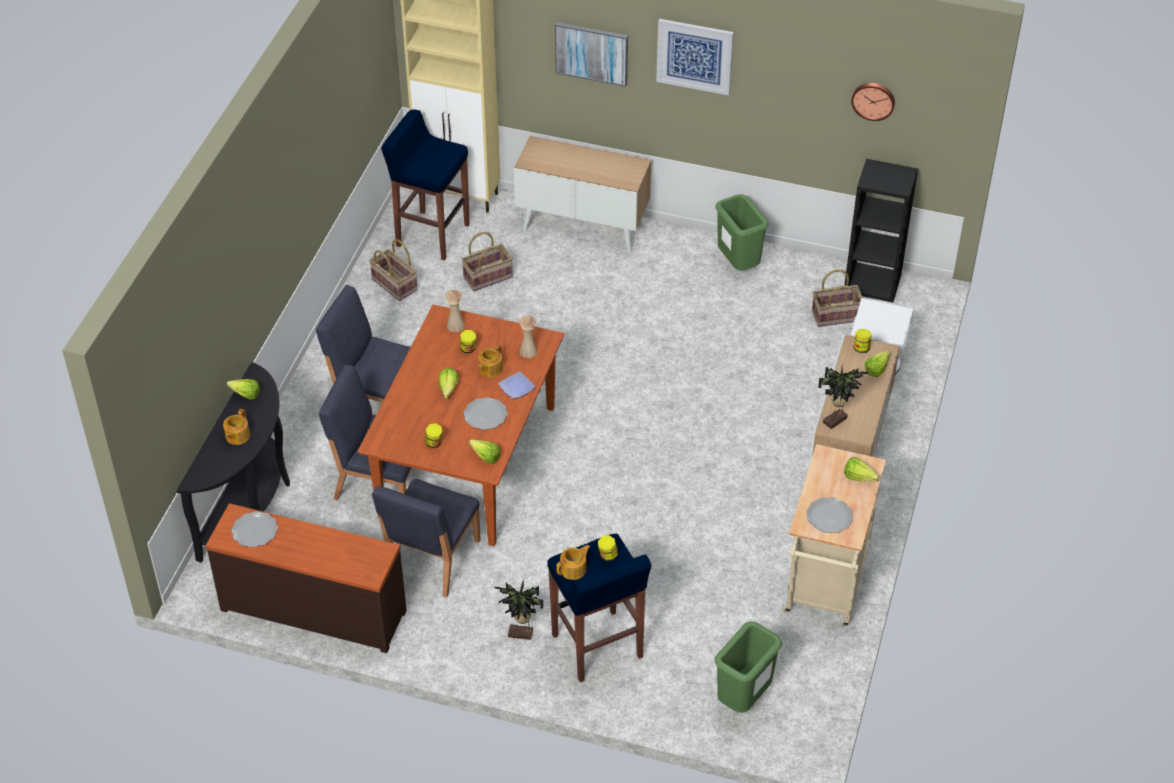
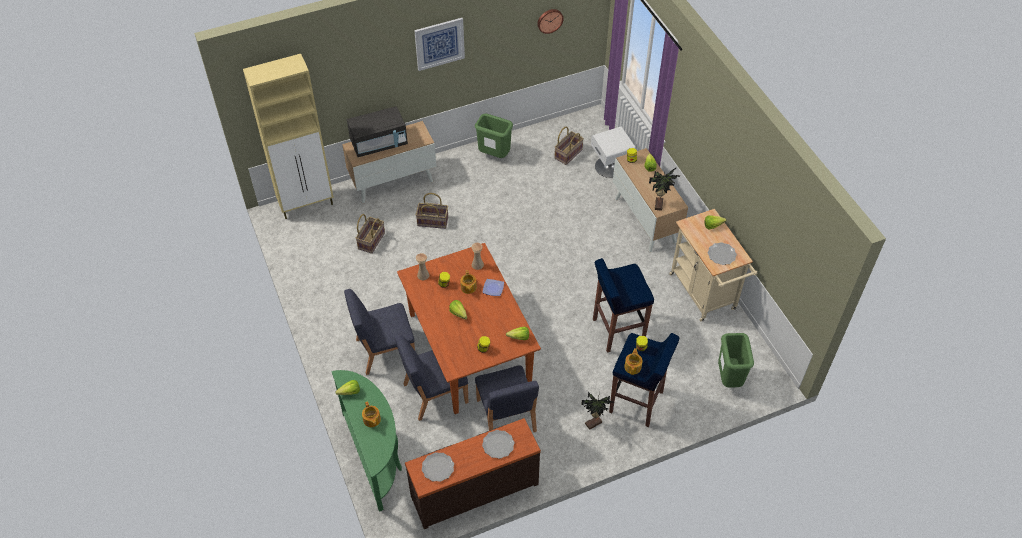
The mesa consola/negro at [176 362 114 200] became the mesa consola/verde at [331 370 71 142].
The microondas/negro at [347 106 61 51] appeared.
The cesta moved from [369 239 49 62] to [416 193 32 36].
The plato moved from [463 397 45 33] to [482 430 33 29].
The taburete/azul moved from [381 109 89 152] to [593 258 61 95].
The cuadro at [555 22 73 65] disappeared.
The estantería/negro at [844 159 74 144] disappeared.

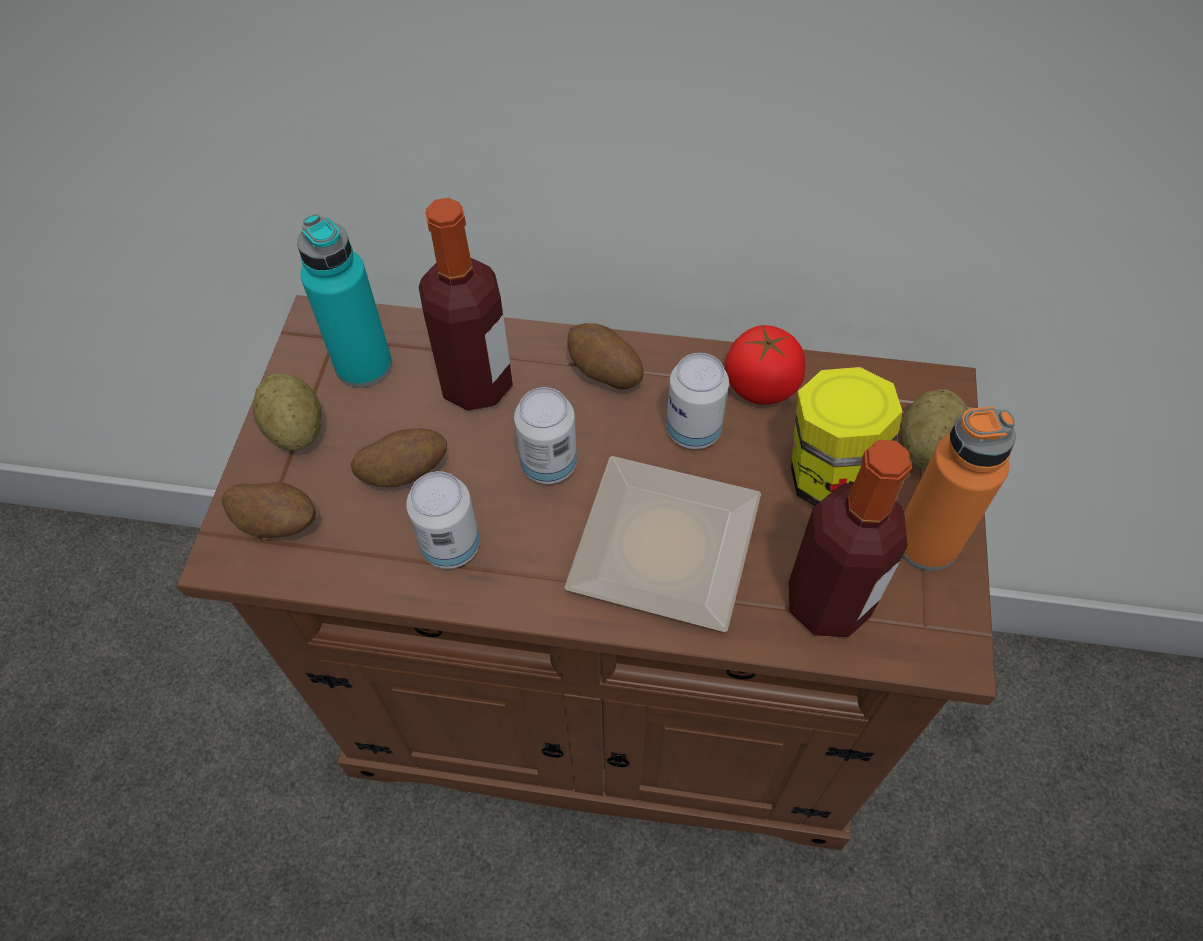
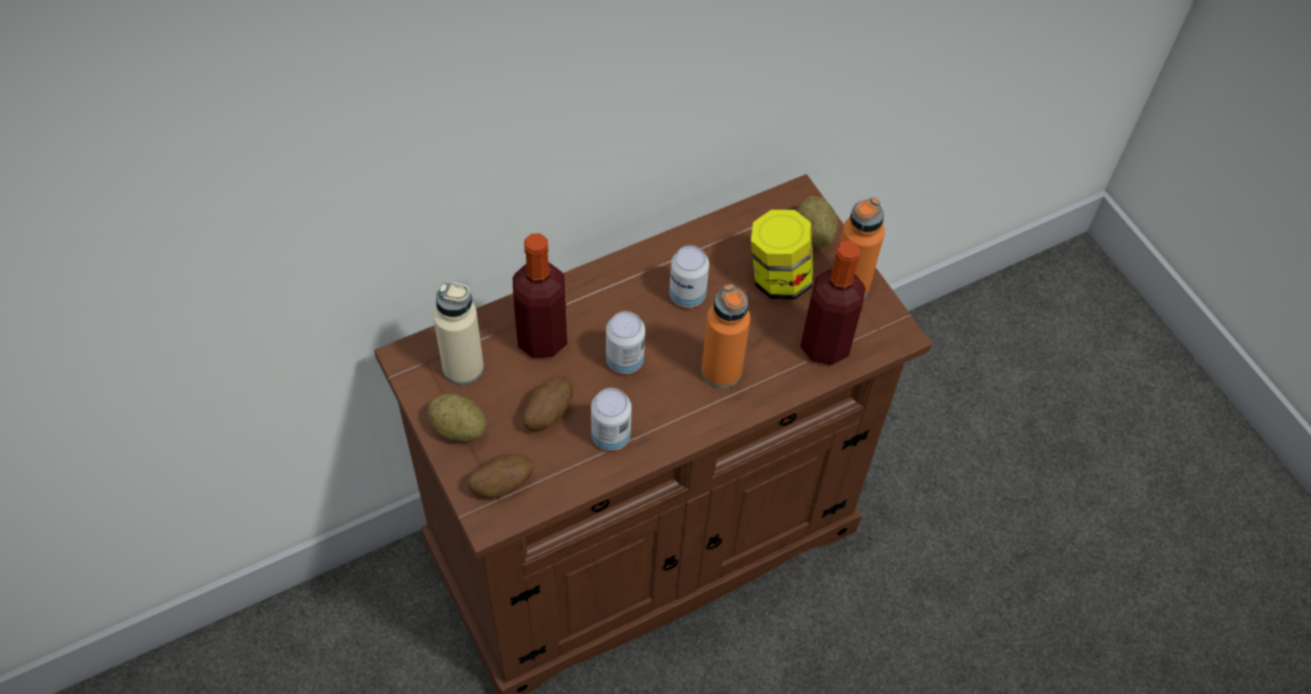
The botella/turquesa at [297 214 95 174] became the botella/beis at [433 282 51 103].
The plato at [564 456 197 176] was replaced by the botella/naranja at [701 284 49 104].
The patata at [567 323 77 67] disappeared.
The tomate at [725 325 81 80] disappeared.

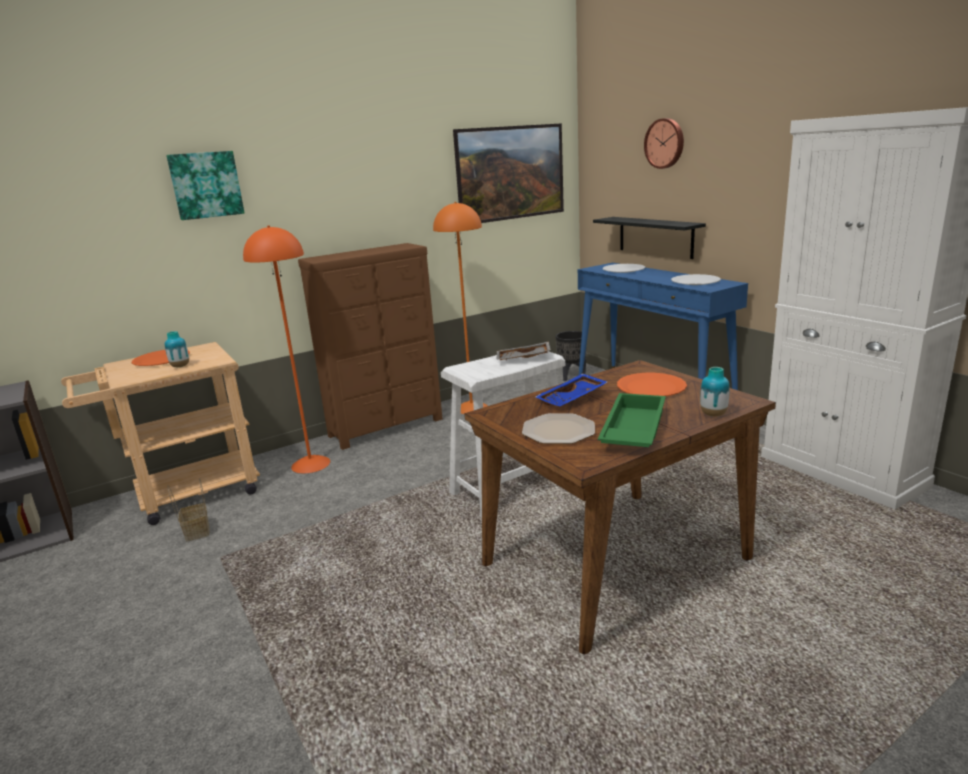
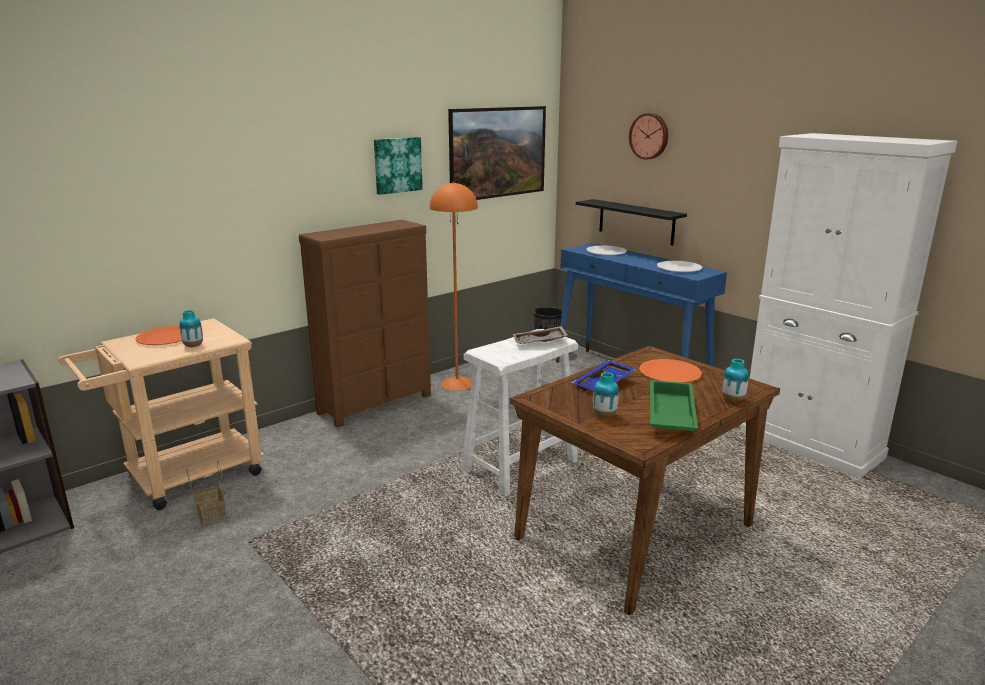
The cuadro moved from [166 151 79 69] to [374 137 49 58].
The plato at [522 414 73 30] was replaced by the florero at [593 372 26 46].
The lámpara de pie/naranja at [243 225 87 248] disappeared.

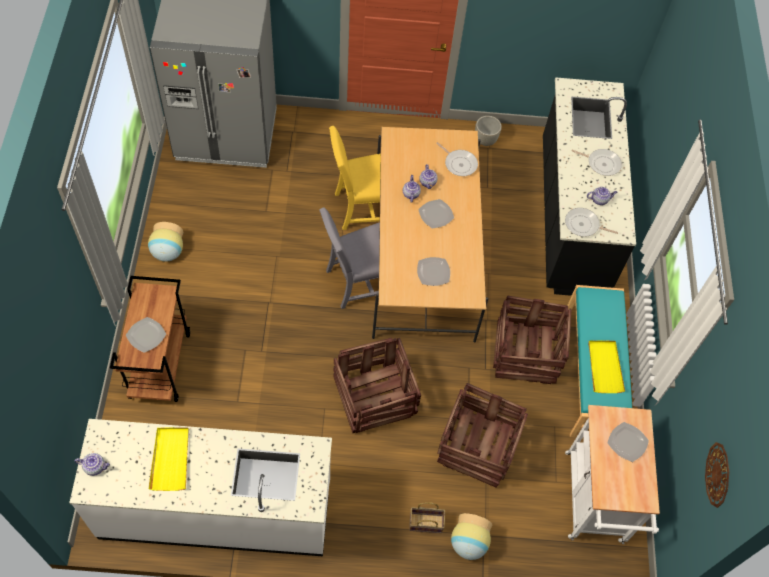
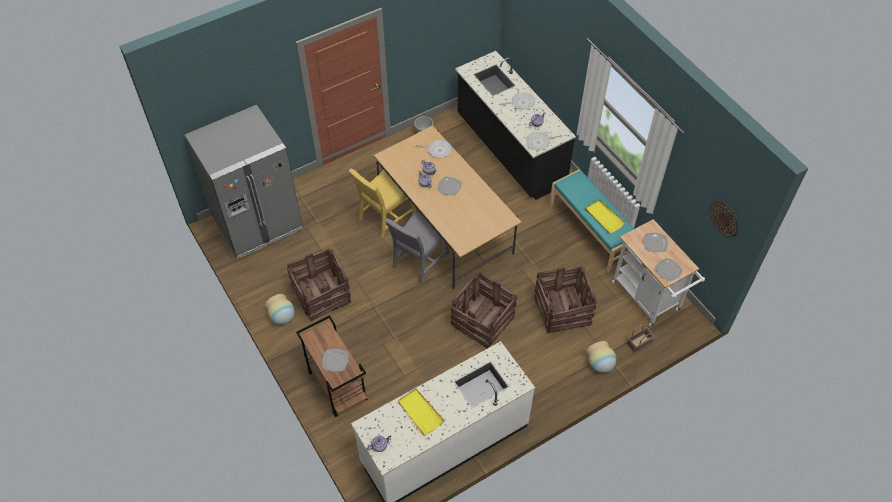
The caja de embalaje moved from [493 296 78 88] to [287 249 64 72].
The cesta moved from [409 502 36 31] to [627 324 27 29].
The plato moved from [417 257 33 29] to [654 258 29 23].

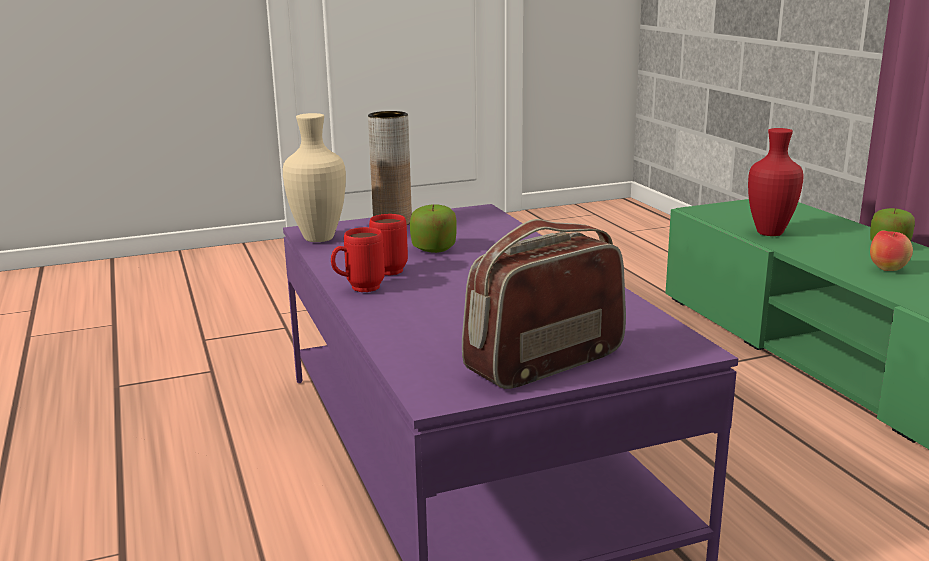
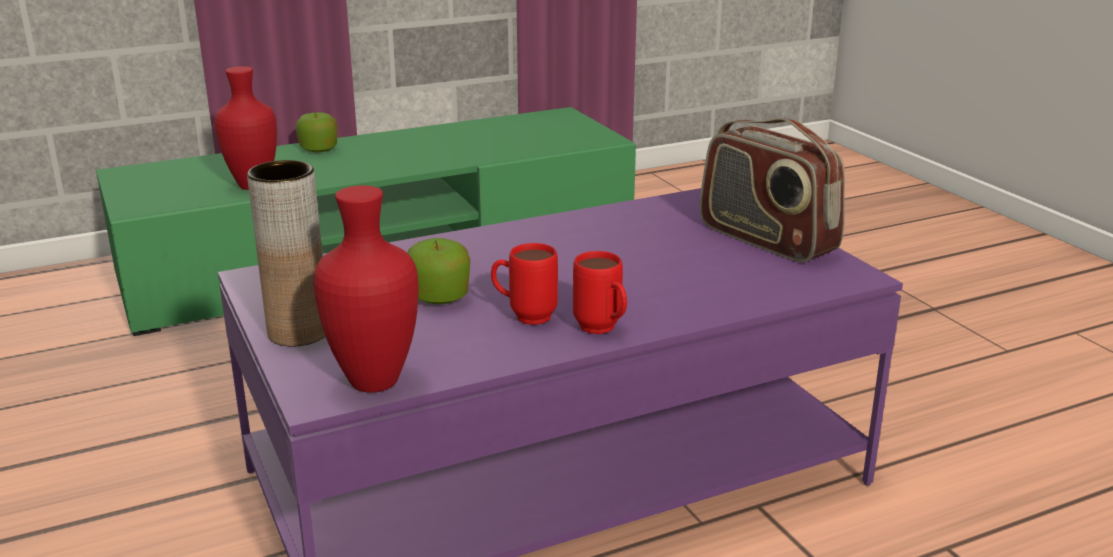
The florero/beis at [283 113 63 129] became the florero/rojo at [313 185 105 208].
The manzana at [870 231 43 40] disappeared.

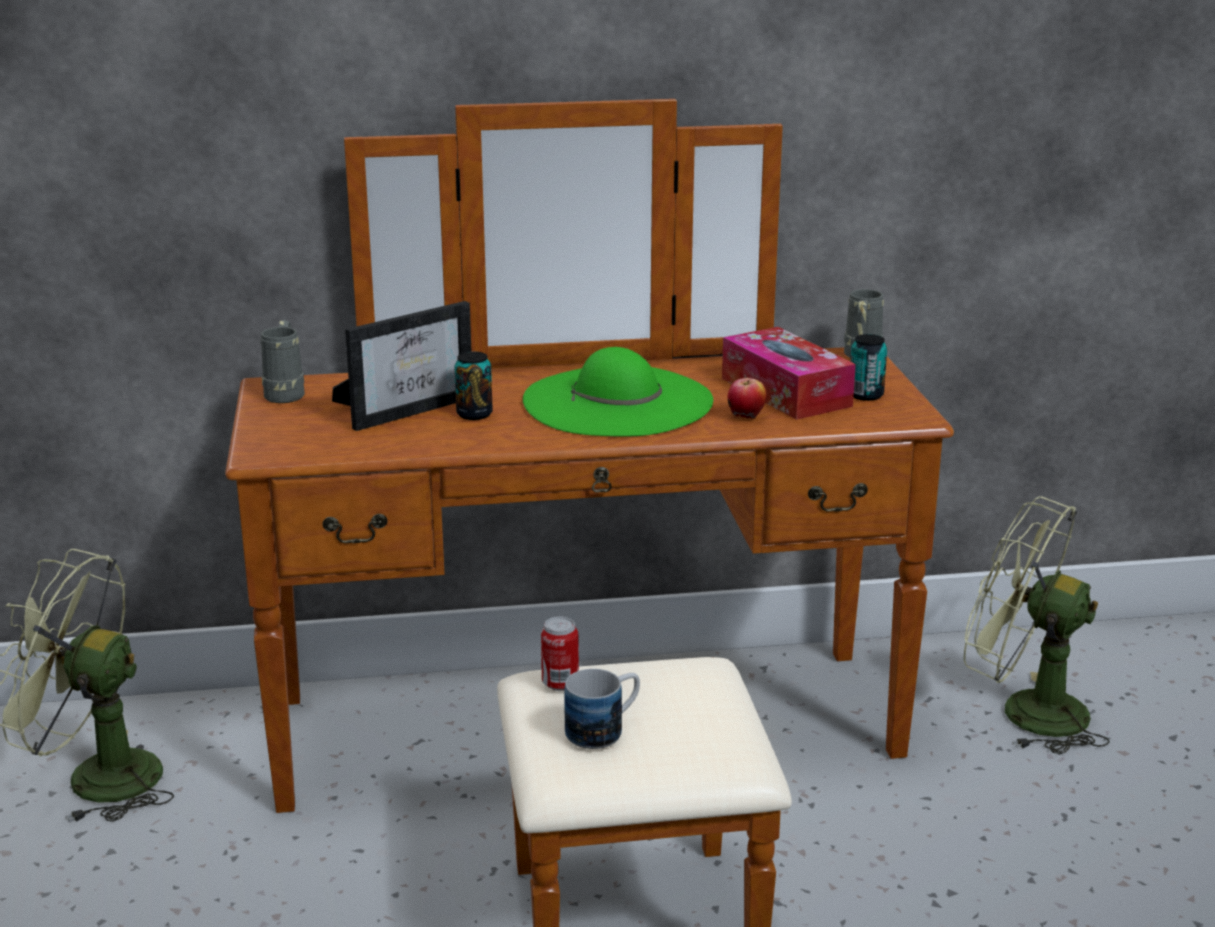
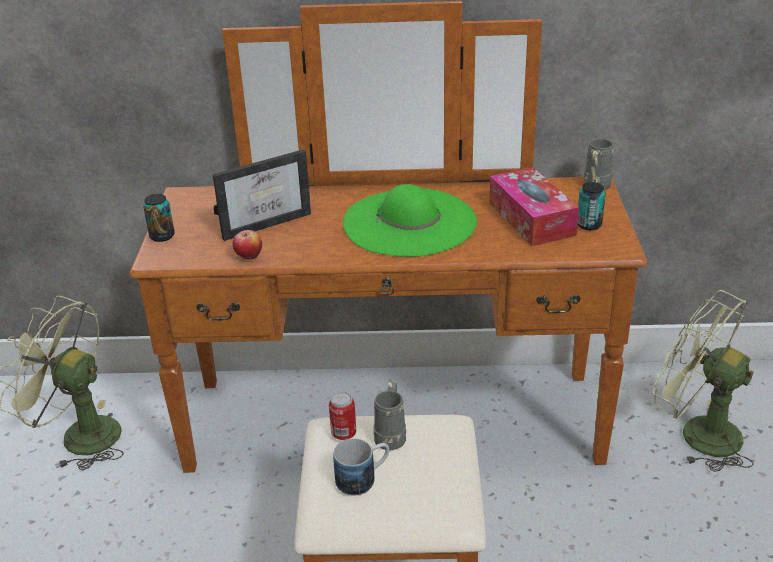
The lata moved from [454 352 39 68] to [143 194 32 48].
The manzana moved from [727 378 40 41] to [233 230 29 30].
The taza grande/gris moved from [261 320 44 83] to [374 381 32 69].

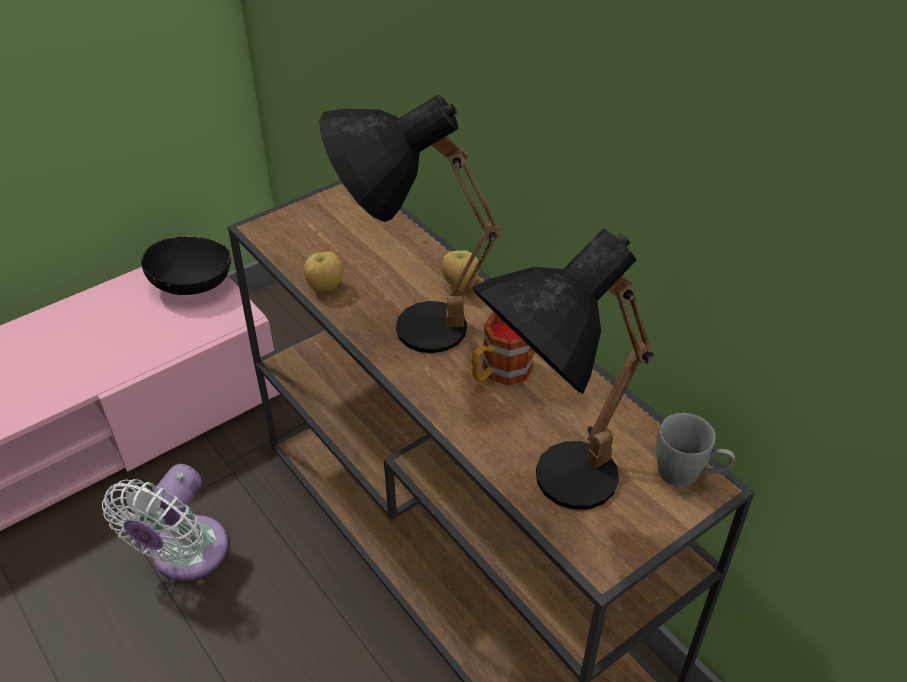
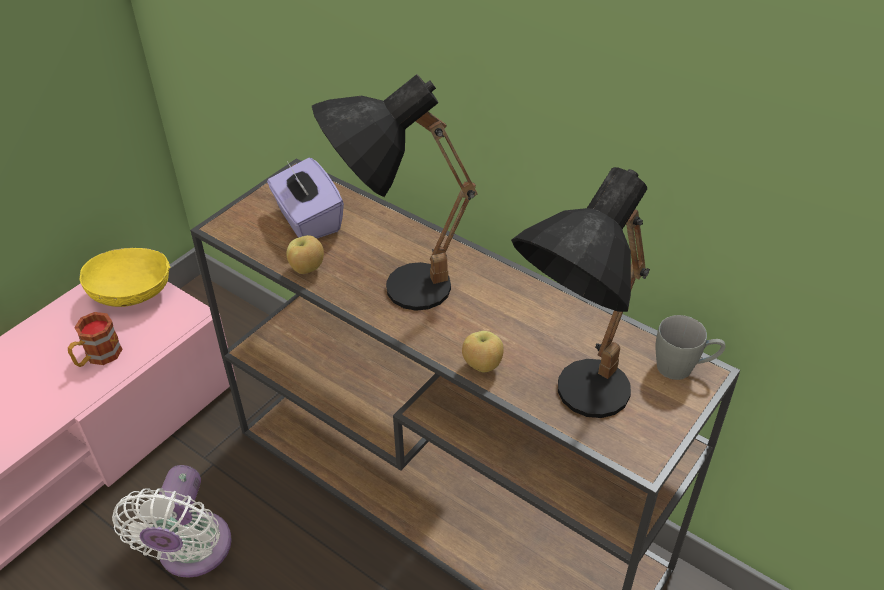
The taza grande moved from [472 312 62 73] to [68 312 54 55].
The cuenco/negro at [141 236 90 59] became the cuenco/amarillo at [80 248 90 59].
The caja de pañuelos/morado at [267 158 77 81] appeared.
The manzana moved from [441 250 39 39] to [462 331 42 41].

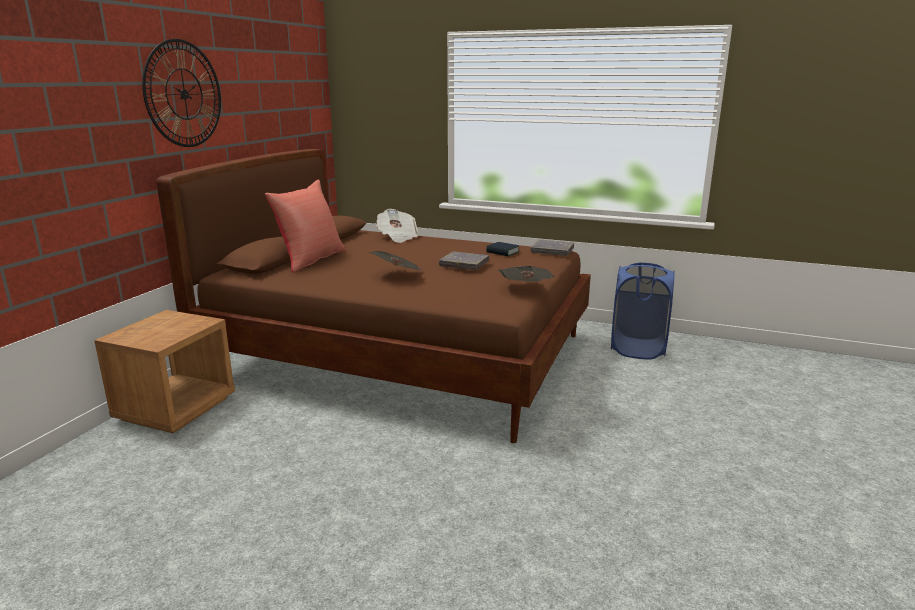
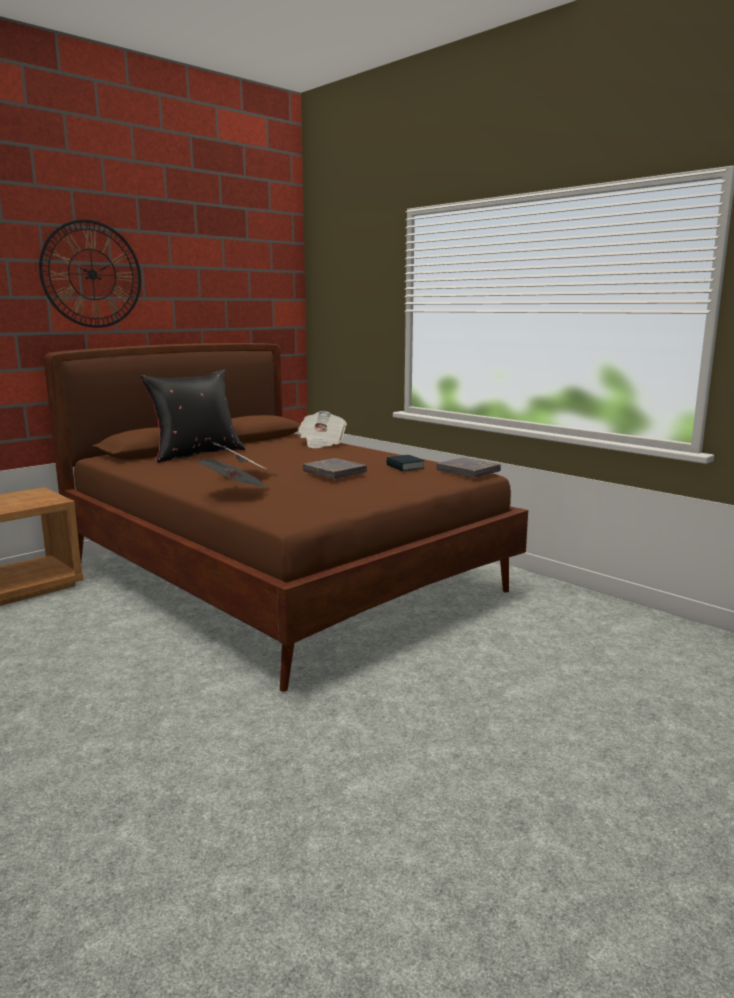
The cojín/rojo at [265 179 81 94] became the cojín/negro at [140 369 105 94].
The periódico moved from [498 266 57 16] to [196 459 72 28].
The cesto de la ropa/azul at [611 262 63 97] disappeared.

